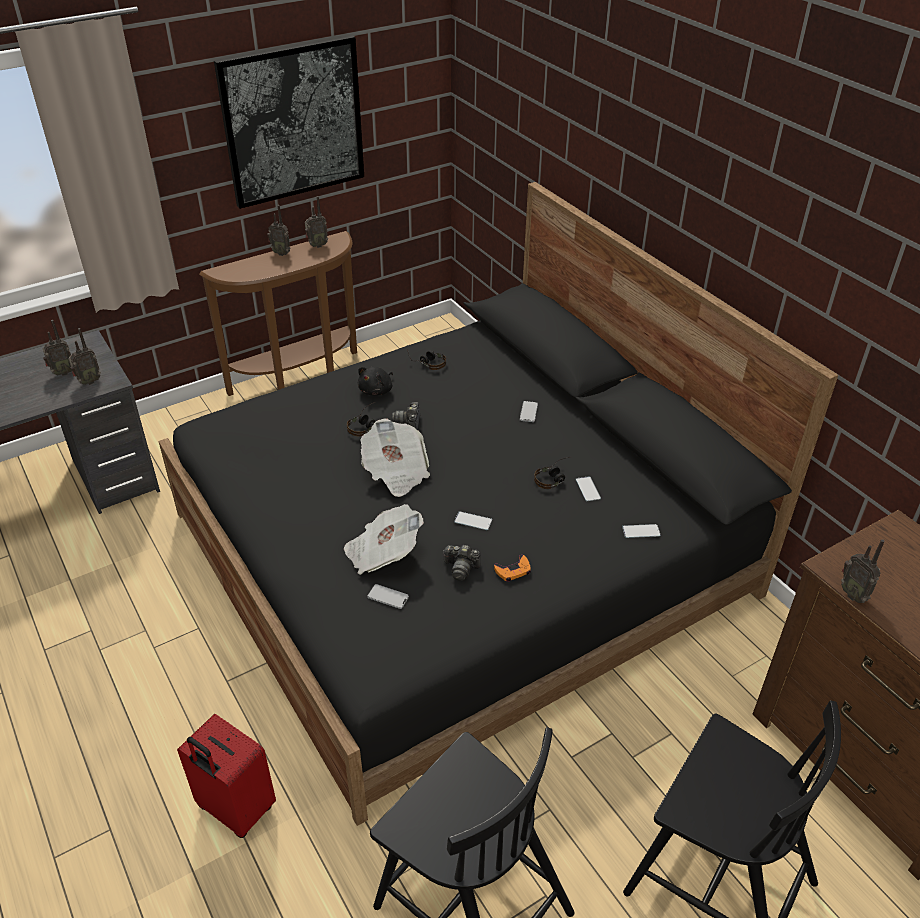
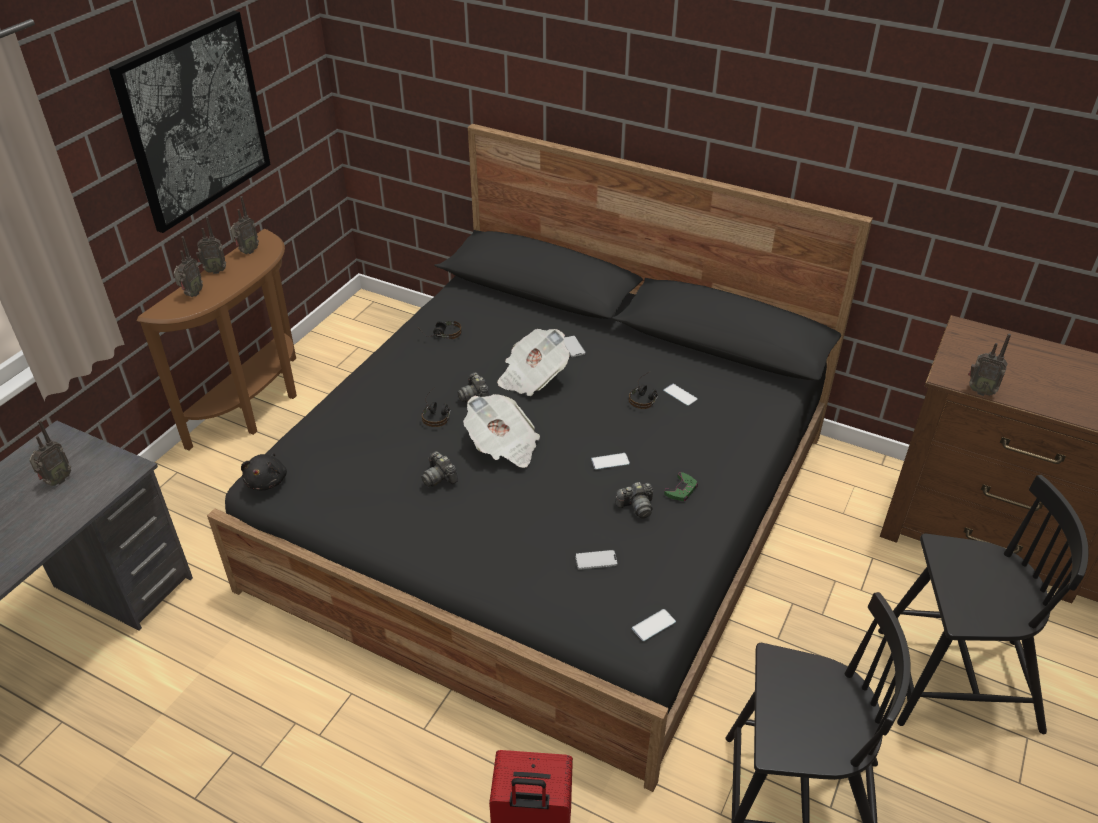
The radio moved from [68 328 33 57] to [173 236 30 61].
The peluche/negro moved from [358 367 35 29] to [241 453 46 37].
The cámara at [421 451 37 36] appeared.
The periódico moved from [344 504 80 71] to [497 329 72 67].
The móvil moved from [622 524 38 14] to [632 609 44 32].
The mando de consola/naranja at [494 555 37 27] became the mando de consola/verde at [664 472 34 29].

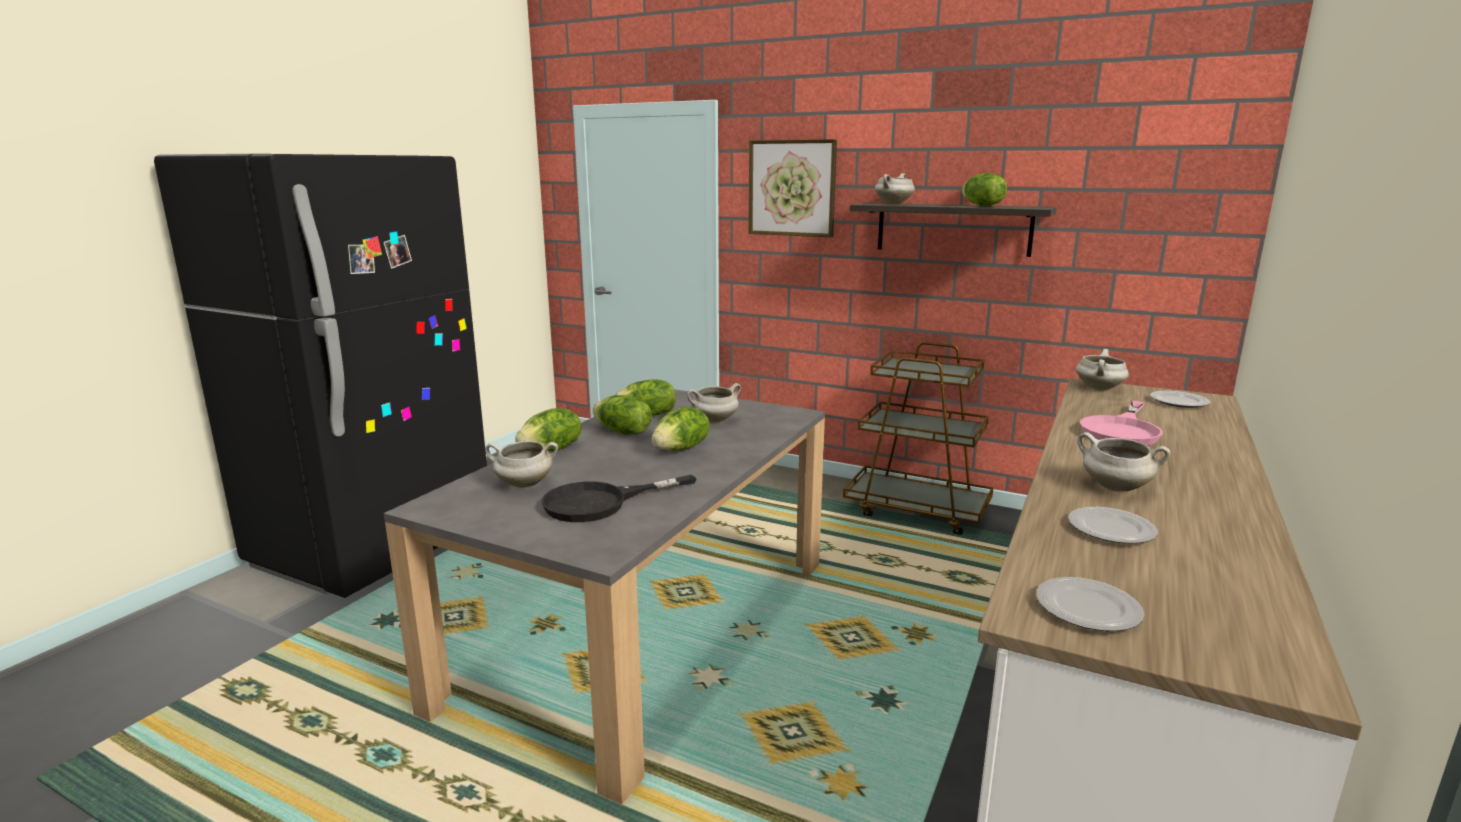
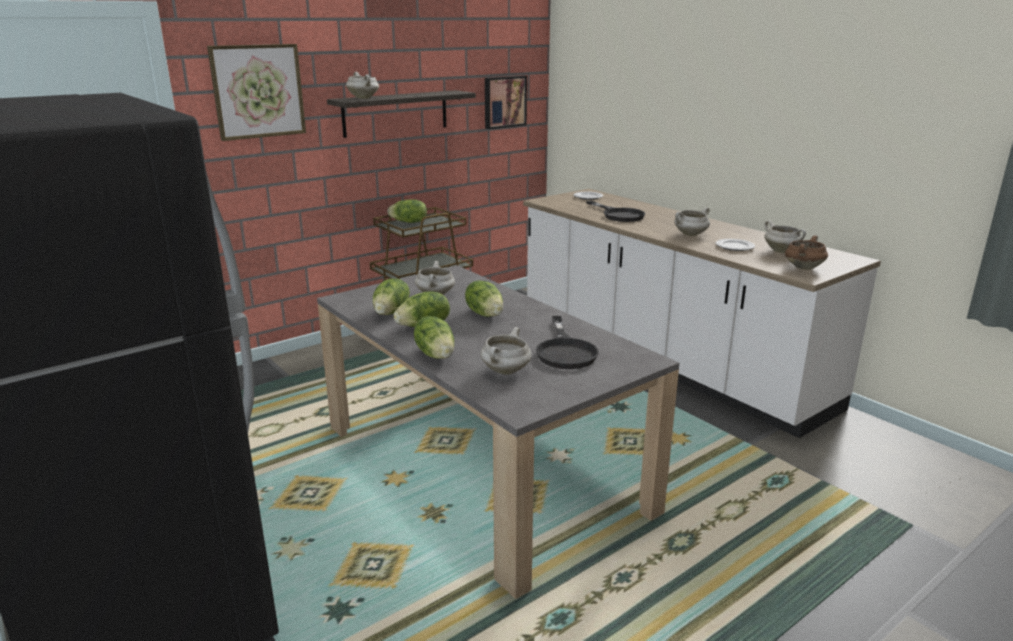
The lechuga moved from [962 173 45 33] to [387 199 40 24].
The cuadro at [485 76 42 53] appeared.
The sartén/rosa at [1080 400 83 46] became the sartén/negro at [586 201 59 21].
The olla/blanco moved from [1076 349 53 42] to [764 220 42 33].
The plato at [1036 577 108 55] was replaced by the olla/marrón at [785 235 43 35].

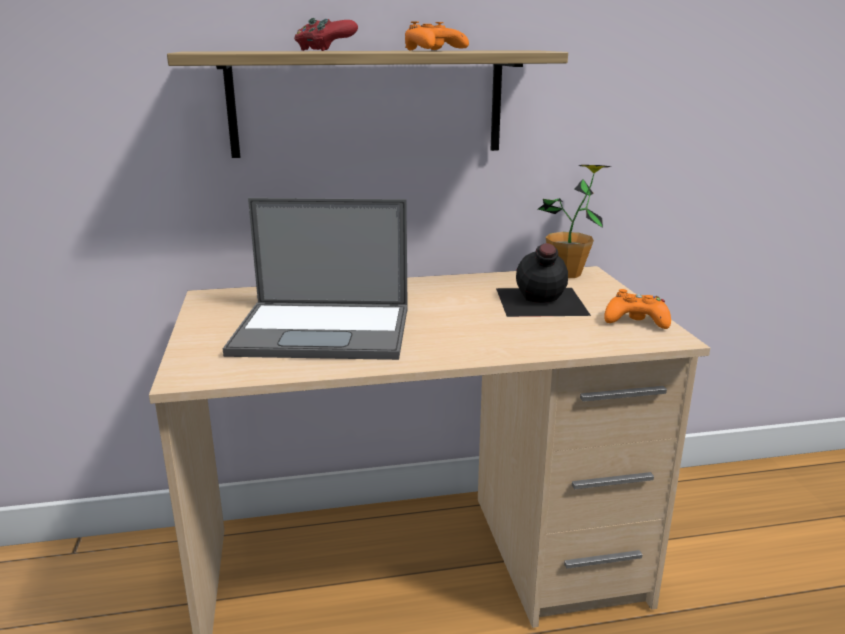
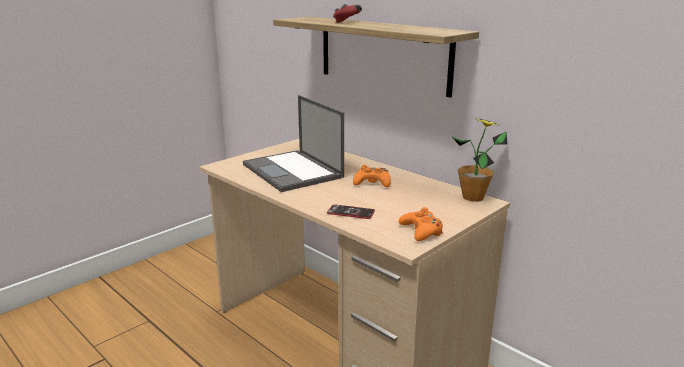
The móvil at [327 204 48 15] appeared.
The mando de consola/naranja moved from [405 22 64 29] to [353 165 38 22].
The botella/negro at [496 243 95 74] disappeared.

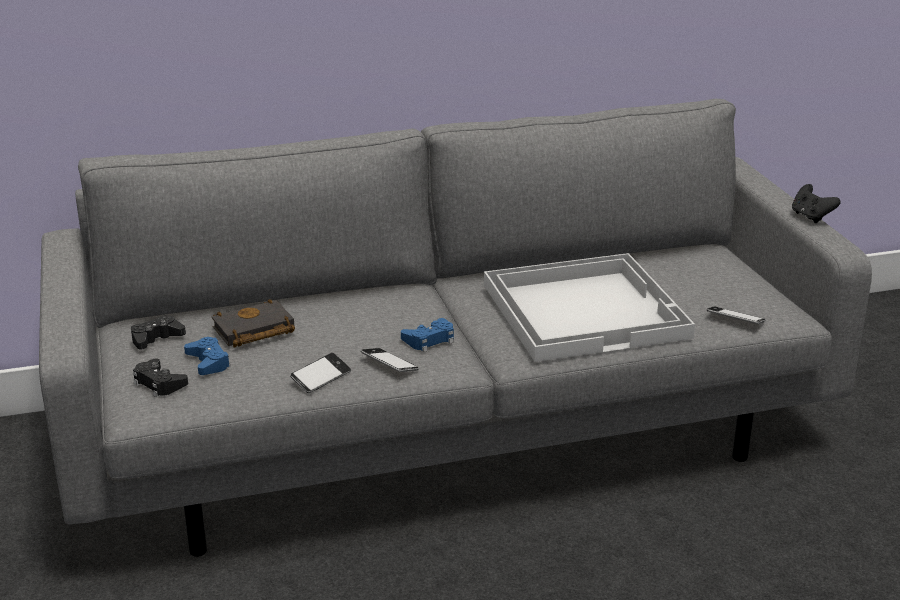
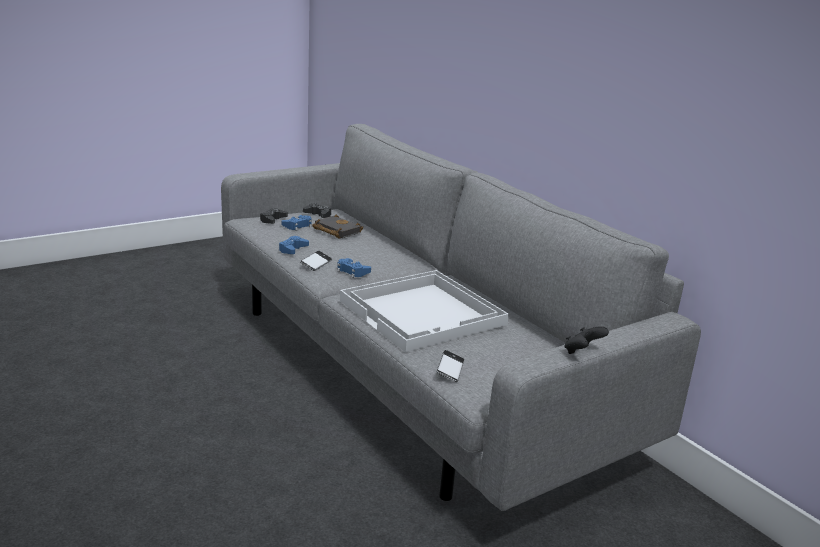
The móvil at [290 353 61 40] was replaced by the mando de consola/azul at [279 236 30 18].

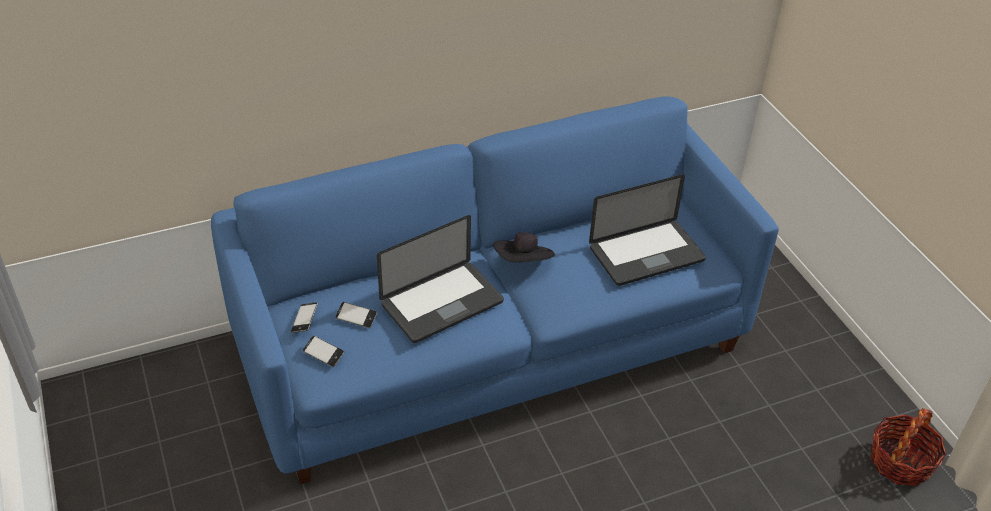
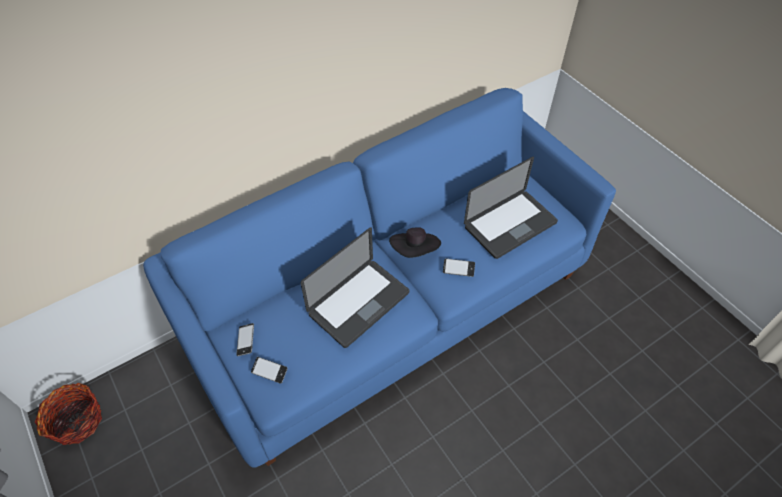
The cesta moved from [870 408 77 78] to [35 383 67 62].
The móvil moved from [335 302 42 26] to [443 258 32 19].

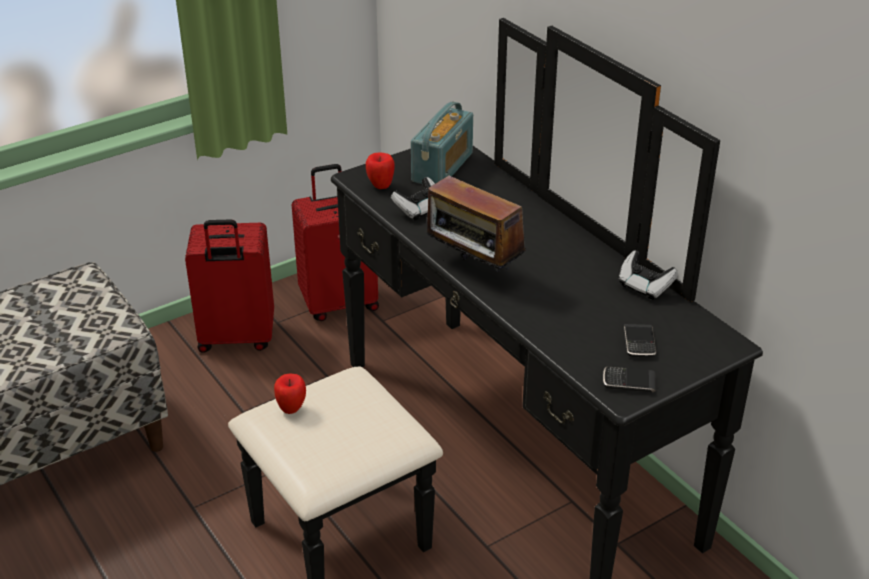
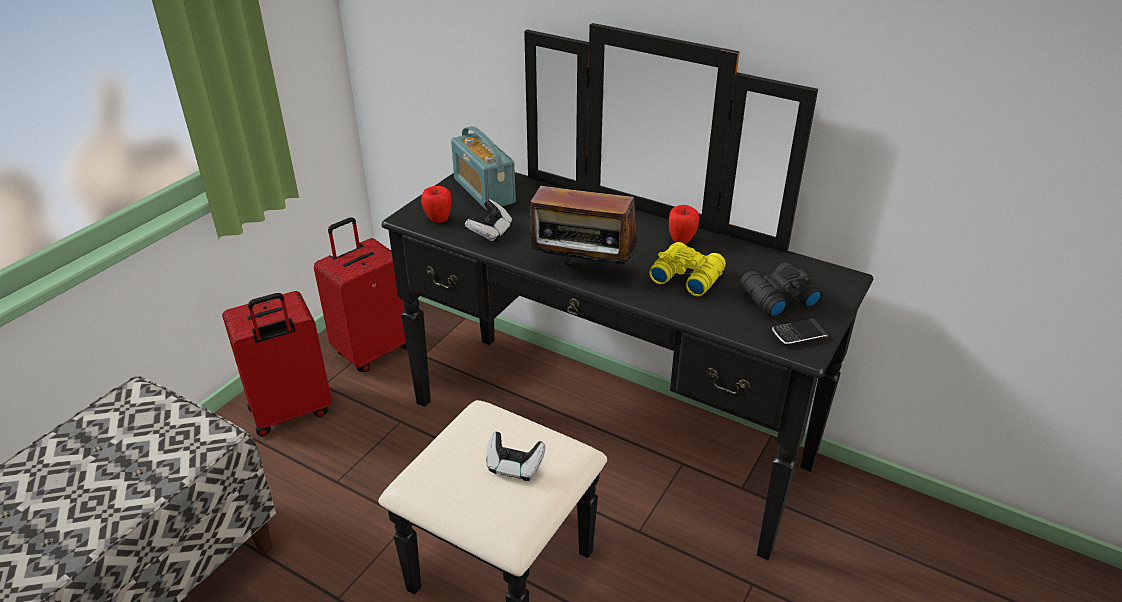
The radio at [411 102 62 82] turned 150 degrees clockwise.
The mando de consola moved from [619 250 59 50] to [486 432 60 49].
The prismáticos/amarillo at [649 242 77 54] appeared.
The manzana moved from [274 374 32 40] to [669 205 30 39].
The móvil at [624 324 32 34] was replaced by the prismáticos/negro at [740 262 83 56].

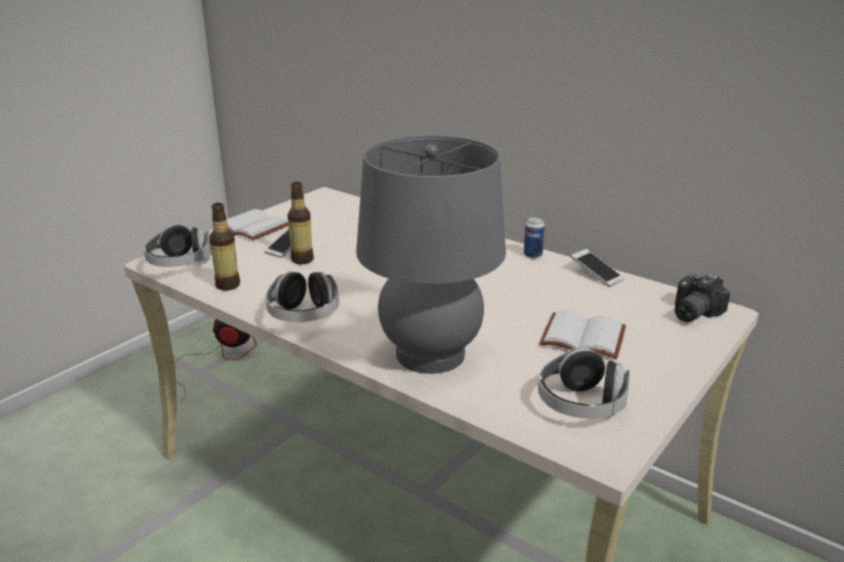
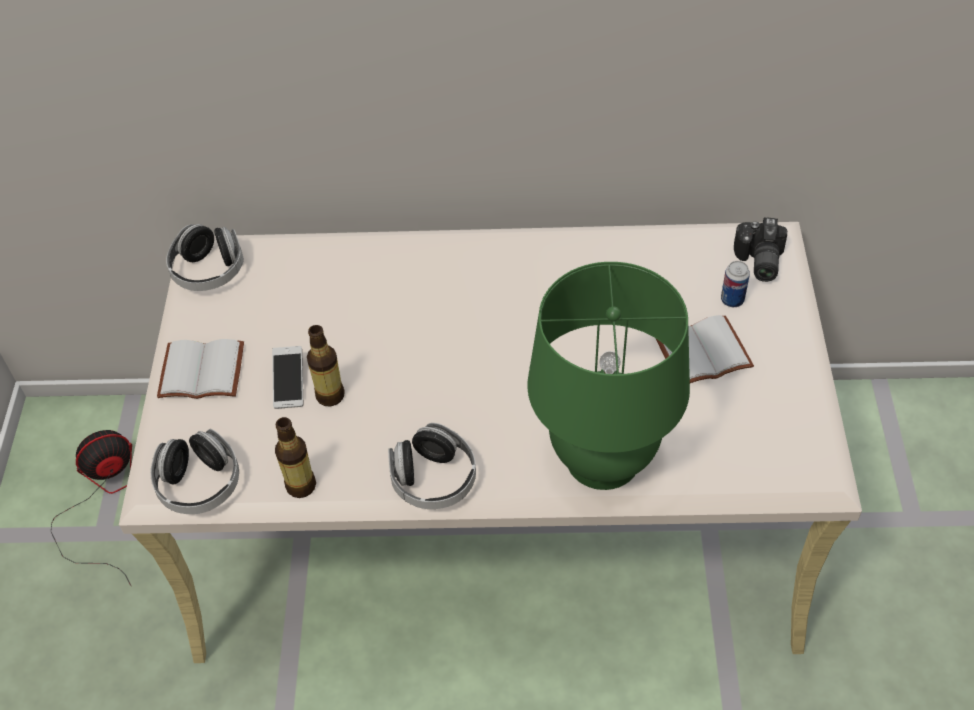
The auriculares moved from [538 348 92 71] to [166 224 78 67].
The lámpara de mesa/gris at [356 136 150 238] became the lámpara de mesa/verde at [527 262 163 228].
The lata moved from [524 217 21 41] to [721 261 29 46].
The móvil at [571 249 53 38] disappeared.

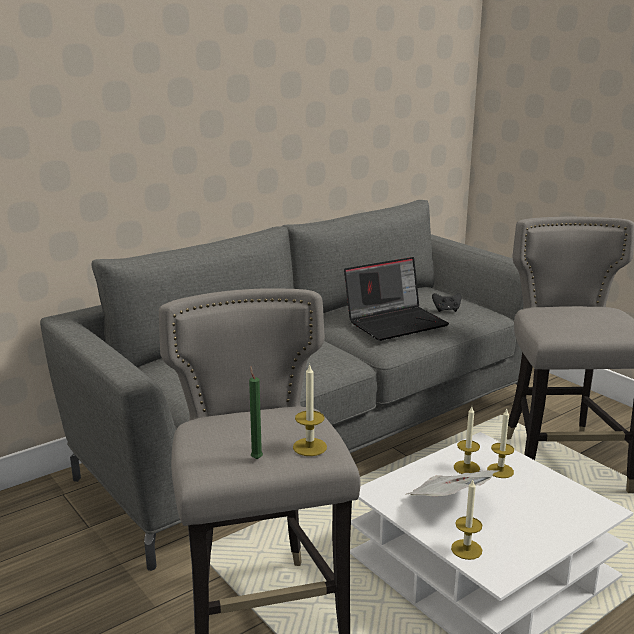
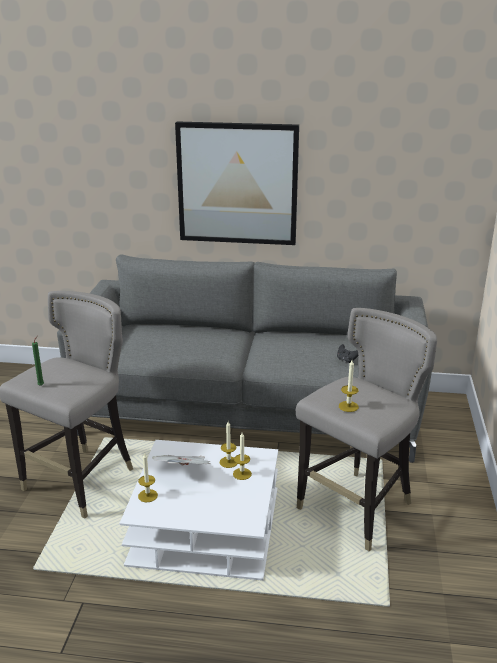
The cuadro at [175 121 124 124] appeared.
The vela moved from [293 364 34 92] to [339 360 20 52].
The portátil at [344 257 105 84] disappeared.

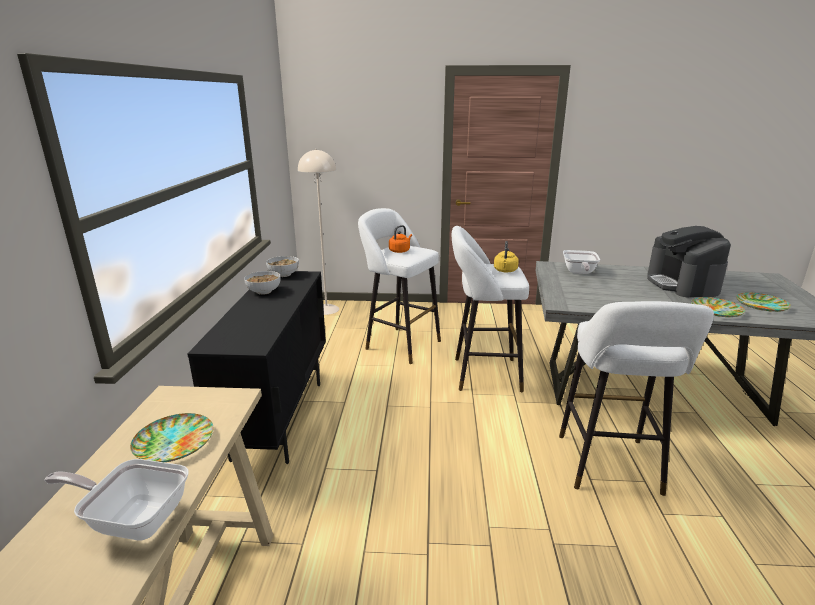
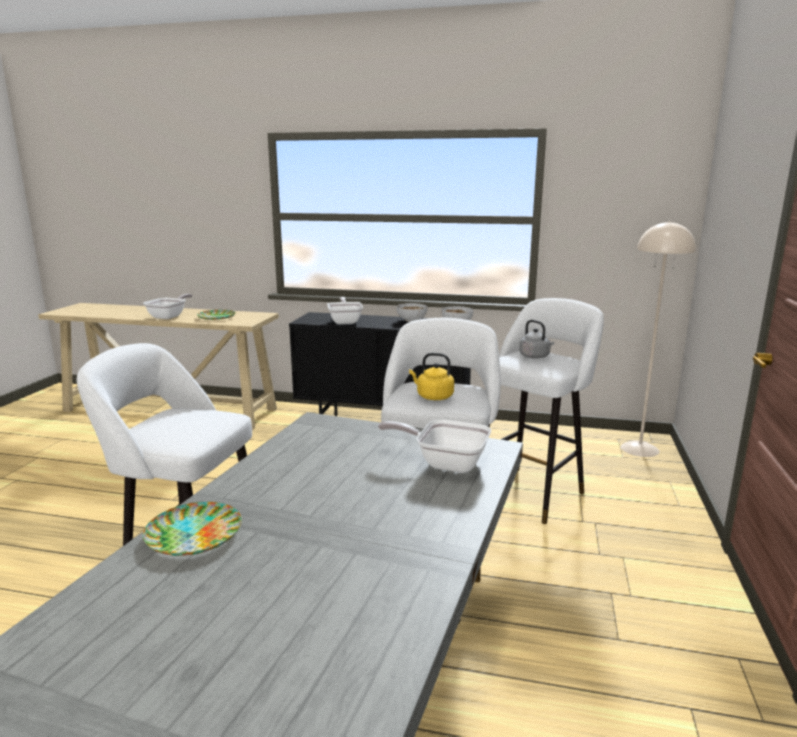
The sartén at [327 297 36 27] appeared.
The hervidor/naranja at [389 225 23 28] became the hervidor/gris at [519 320 35 39].
The cafetera at [647 226 84 72] disappeared.
The plato at [736 292 55 20] disappeared.

